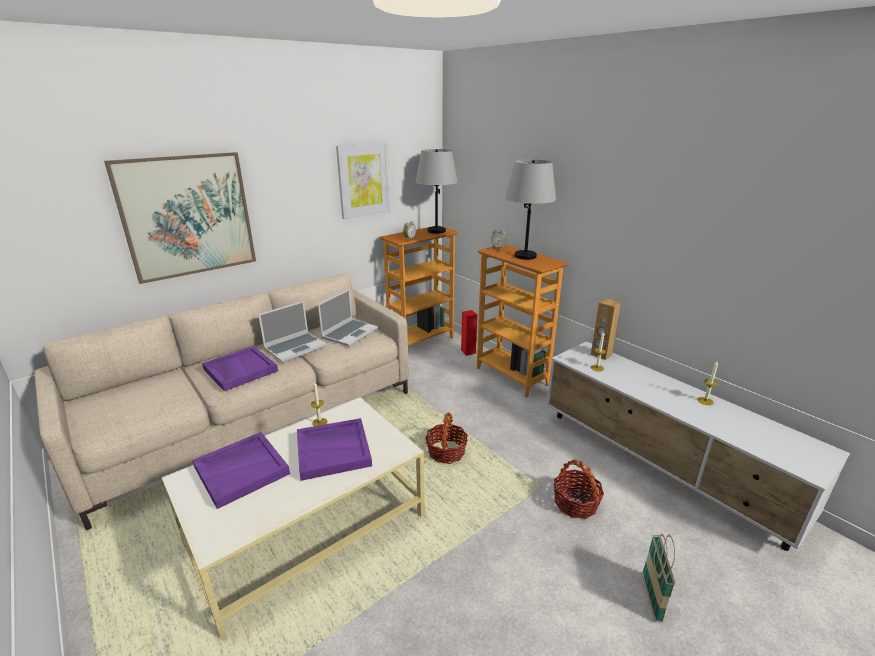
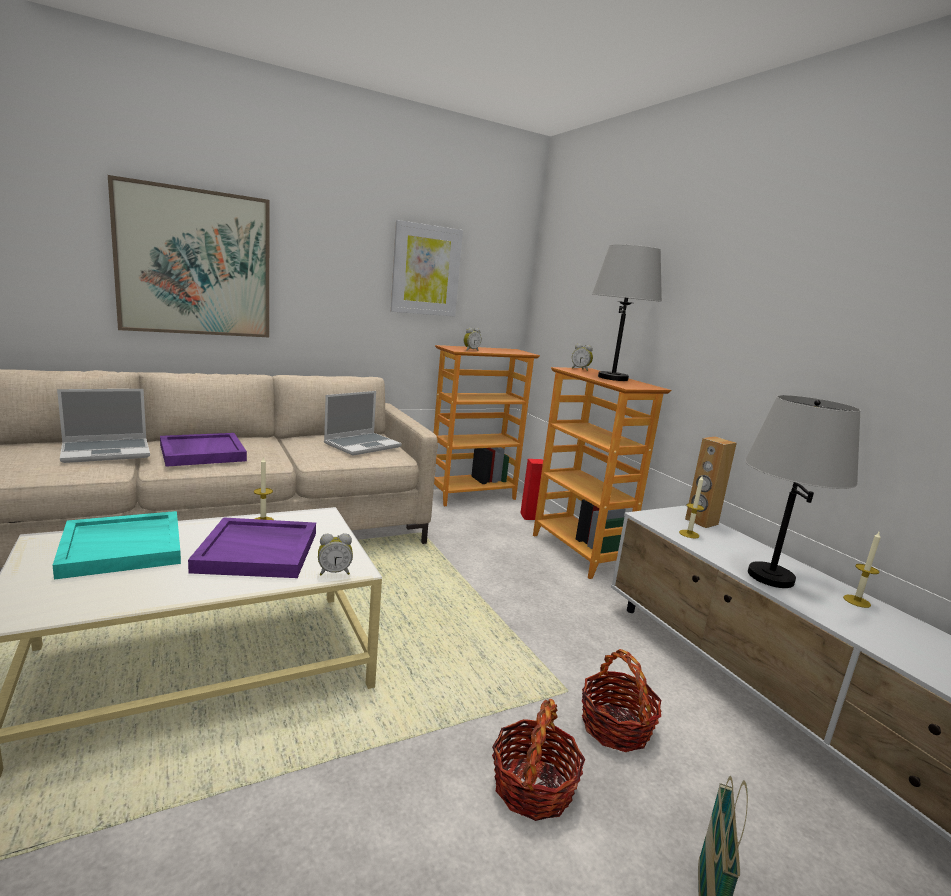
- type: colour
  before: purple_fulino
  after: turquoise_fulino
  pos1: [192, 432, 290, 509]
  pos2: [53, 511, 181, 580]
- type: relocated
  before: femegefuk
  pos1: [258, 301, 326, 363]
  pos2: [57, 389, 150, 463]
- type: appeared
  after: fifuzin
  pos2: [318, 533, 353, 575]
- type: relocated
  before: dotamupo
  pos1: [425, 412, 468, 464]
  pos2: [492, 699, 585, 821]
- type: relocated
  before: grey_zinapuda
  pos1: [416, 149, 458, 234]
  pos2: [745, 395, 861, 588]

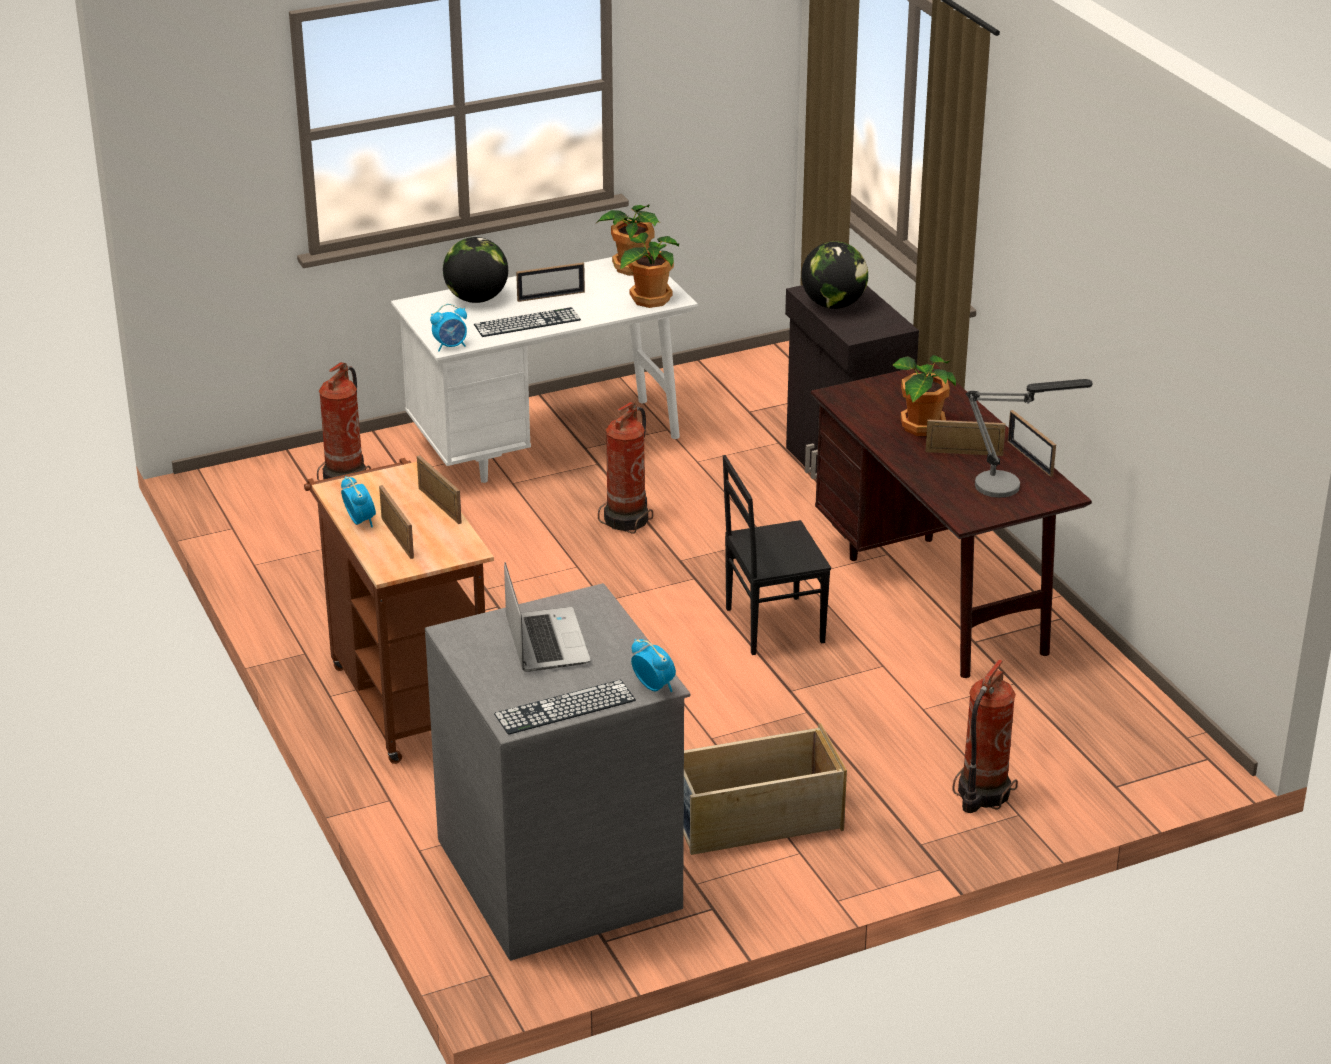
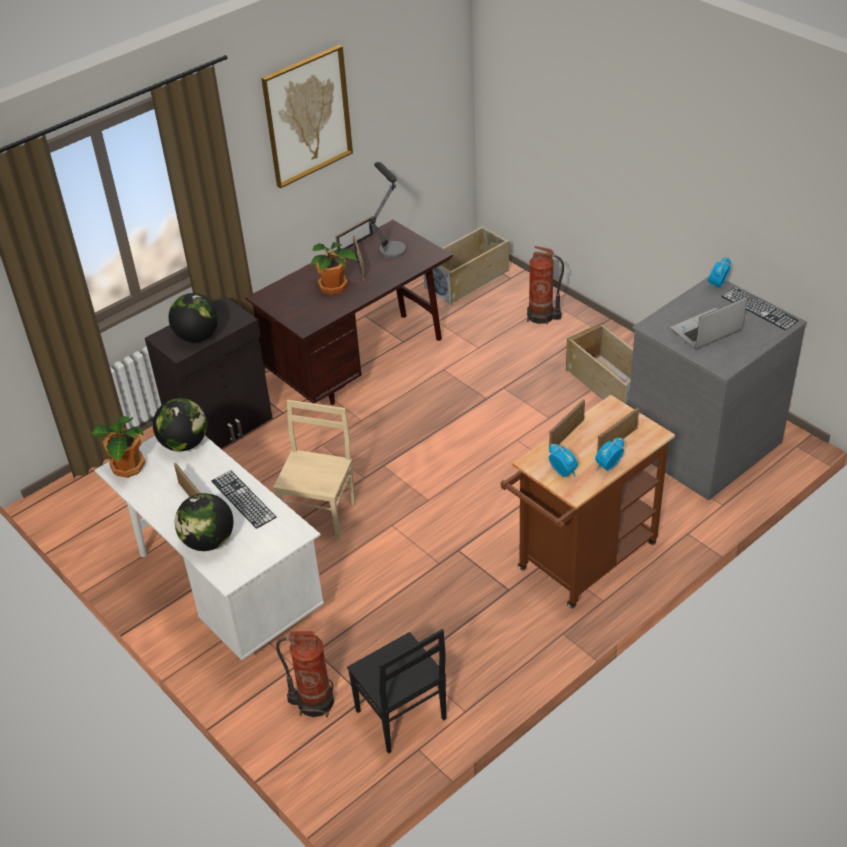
- type: exchanged
  before: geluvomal
  after: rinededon
  pos1: [620, 232, 679, 308]
  pos2: [153, 398, 207, 451]
- type: appeared
  after: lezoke
  pos2: [261, 45, 353, 189]
- type: exchanged
  before: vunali
  after: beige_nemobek
  pos1: [598, 402, 653, 533]
  pos2: [273, 400, 355, 541]
- type: relocated
  before: black_nemobek
  pos1: [723, 455, 831, 655]
  pos2: [347, 629, 446, 754]
- type: appeared
  after: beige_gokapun
  pos2: [424, 226, 509, 305]
- type: relocated
  before: fifuzin
  pos1: [430, 304, 467, 351]
  pos2: [549, 444, 578, 477]

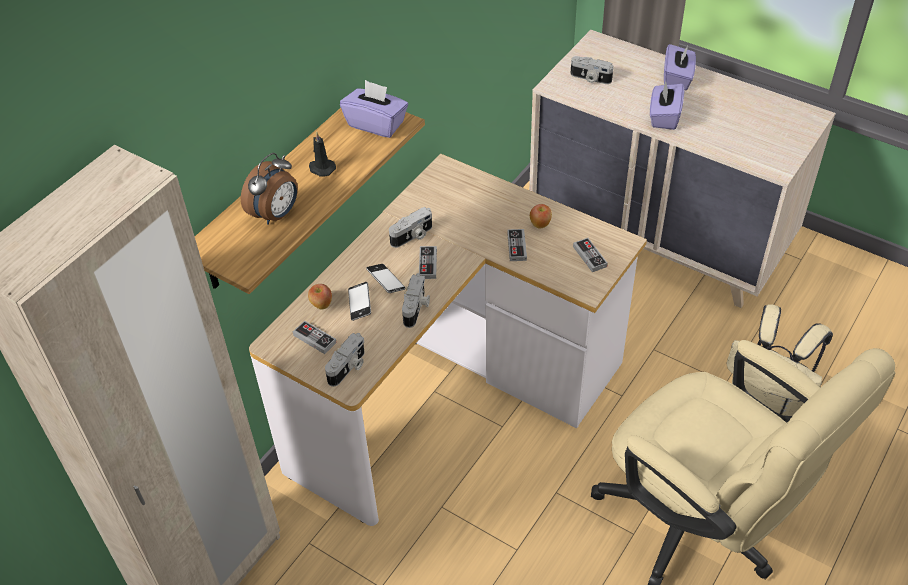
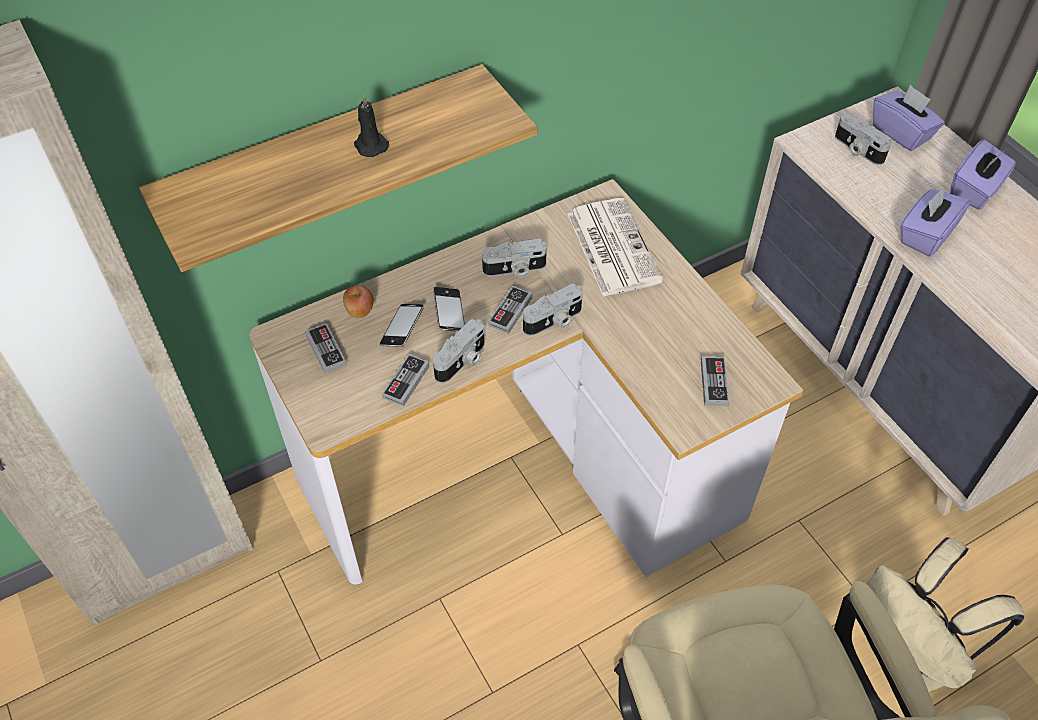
- type: relocated
  before: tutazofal
  pos1: [507, 229, 527, 261]
  pos2: [382, 354, 430, 407]
- type: relocated
  before: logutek
  pos1: [325, 333, 365, 387]
  pos2: [523, 284, 583, 336]
- type: appeared
  after: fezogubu
  pos2: [567, 198, 663, 297]
- type: relocated
  before: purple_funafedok
  pos1: [340, 80, 408, 138]
  pos2: [873, 85, 945, 151]
- type: missing
  before: fifuzin
  pos1: [241, 153, 298, 225]
- type: missing
  before: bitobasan
  pos1: [530, 204, 552, 228]

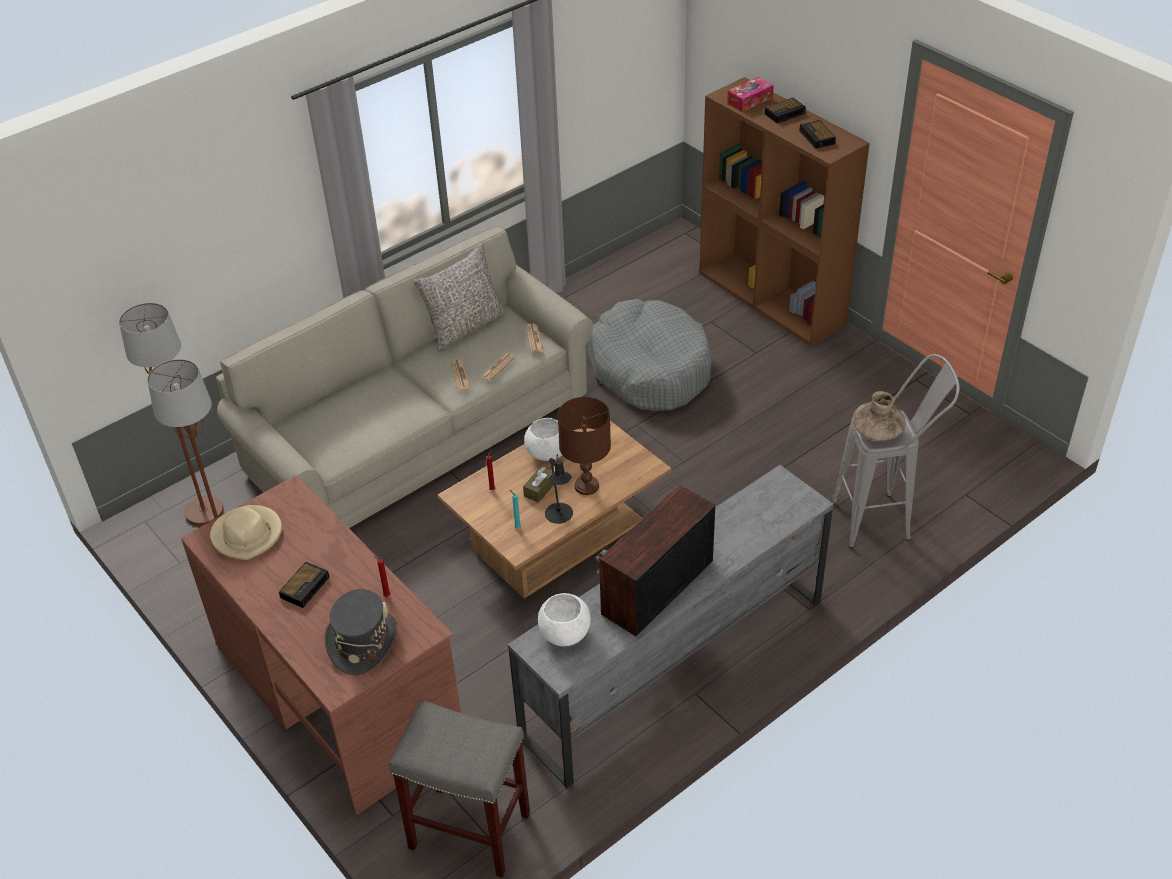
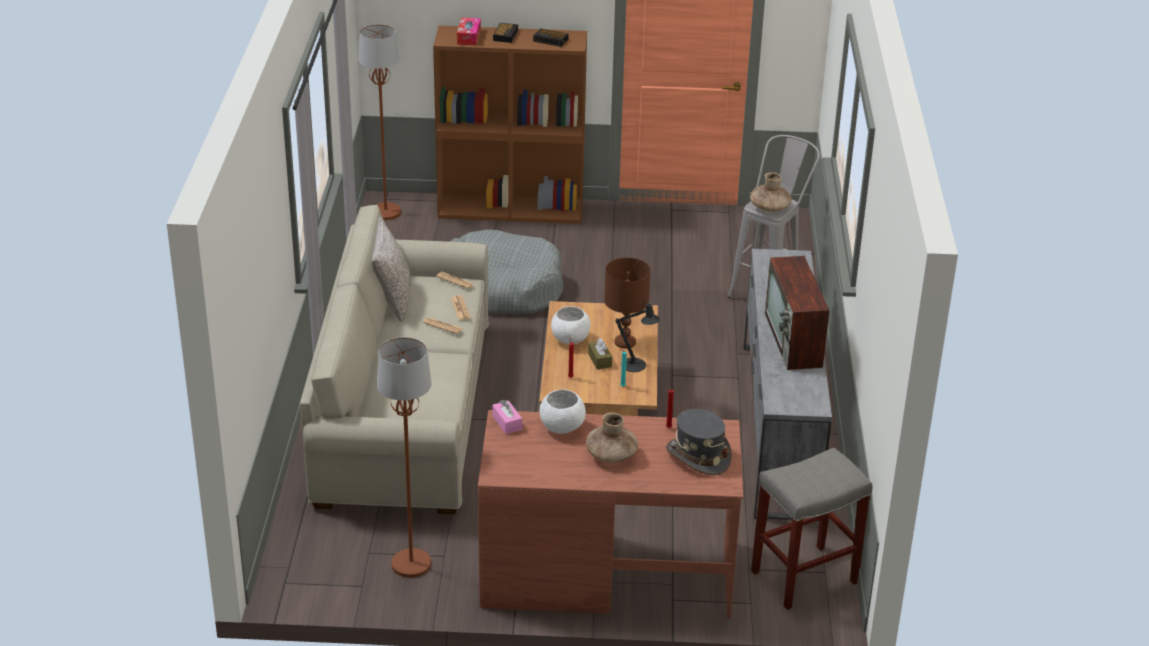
- type: relocated
  before: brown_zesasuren
  pos1: [119, 303, 224, 526]
  pos2: [359, 24, 401, 220]
- type: appeared
  after: pink_funafedok
  pos2: [493, 400, 522, 434]
- type: relocated
  before: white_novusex
  pos1: [538, 593, 591, 646]
  pos2: [539, 389, 586, 434]
- type: exchanged
  before: fifuzin
  after: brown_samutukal
  pos1: [279, 562, 329, 608]
  pos2: [586, 412, 638, 463]
- type: missing
  before: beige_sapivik
  pos1: [210, 505, 282, 560]

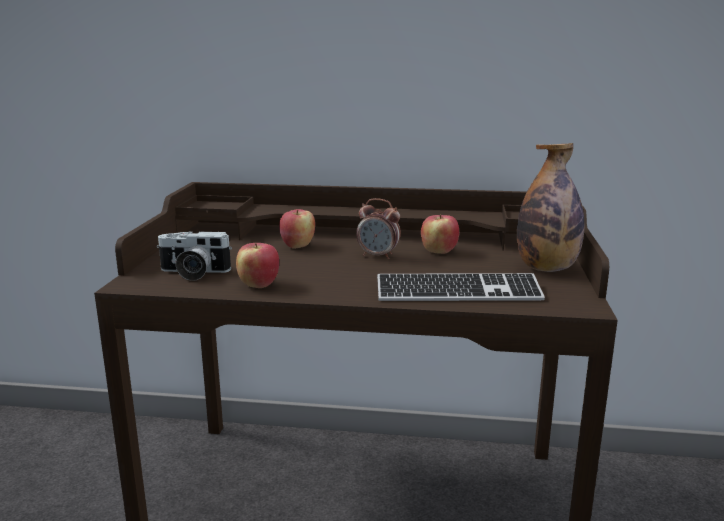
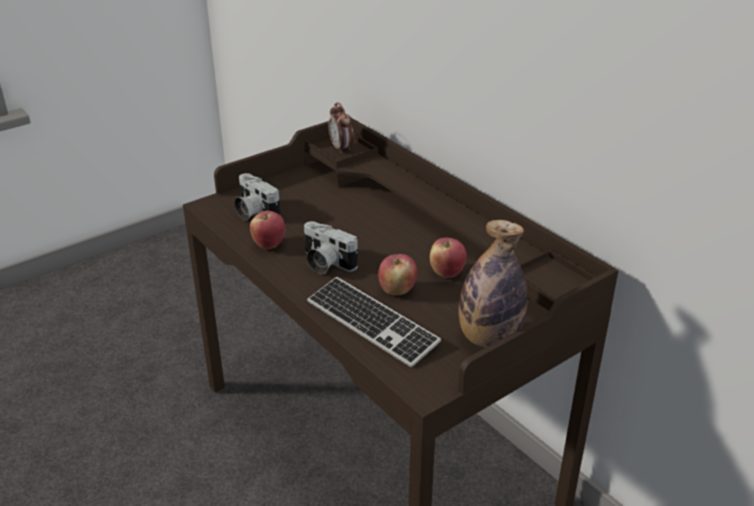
- type: appeared
  after: logutek
  pos2: [304, 221, 358, 274]
- type: relocated
  before: fifuzin
  pos1: [356, 198, 401, 260]
  pos2: [328, 102, 354, 154]
- type: relocated
  before: bitobasan
  pos1: [279, 209, 315, 249]
  pos2: [378, 254, 417, 295]

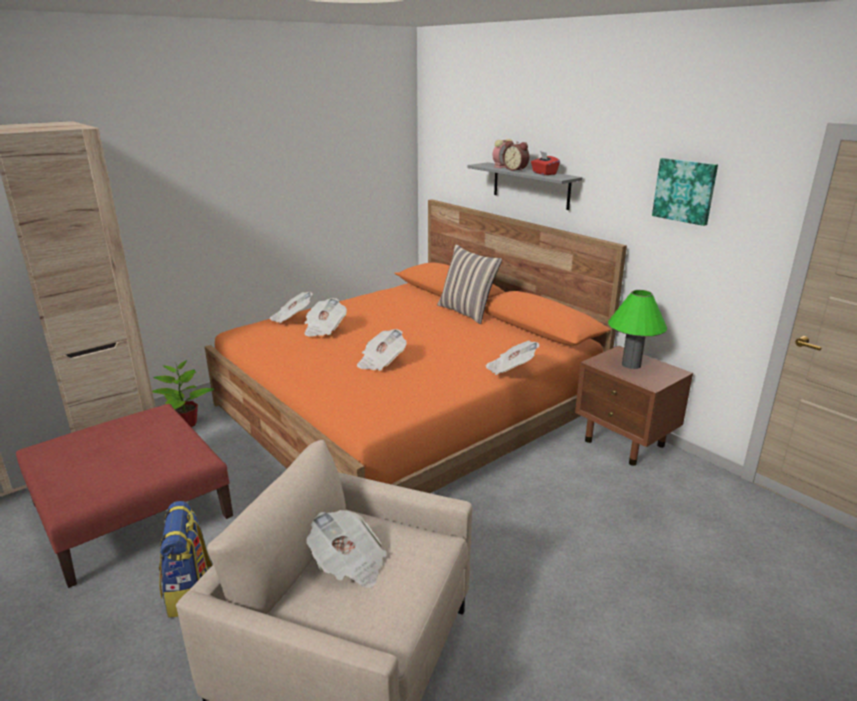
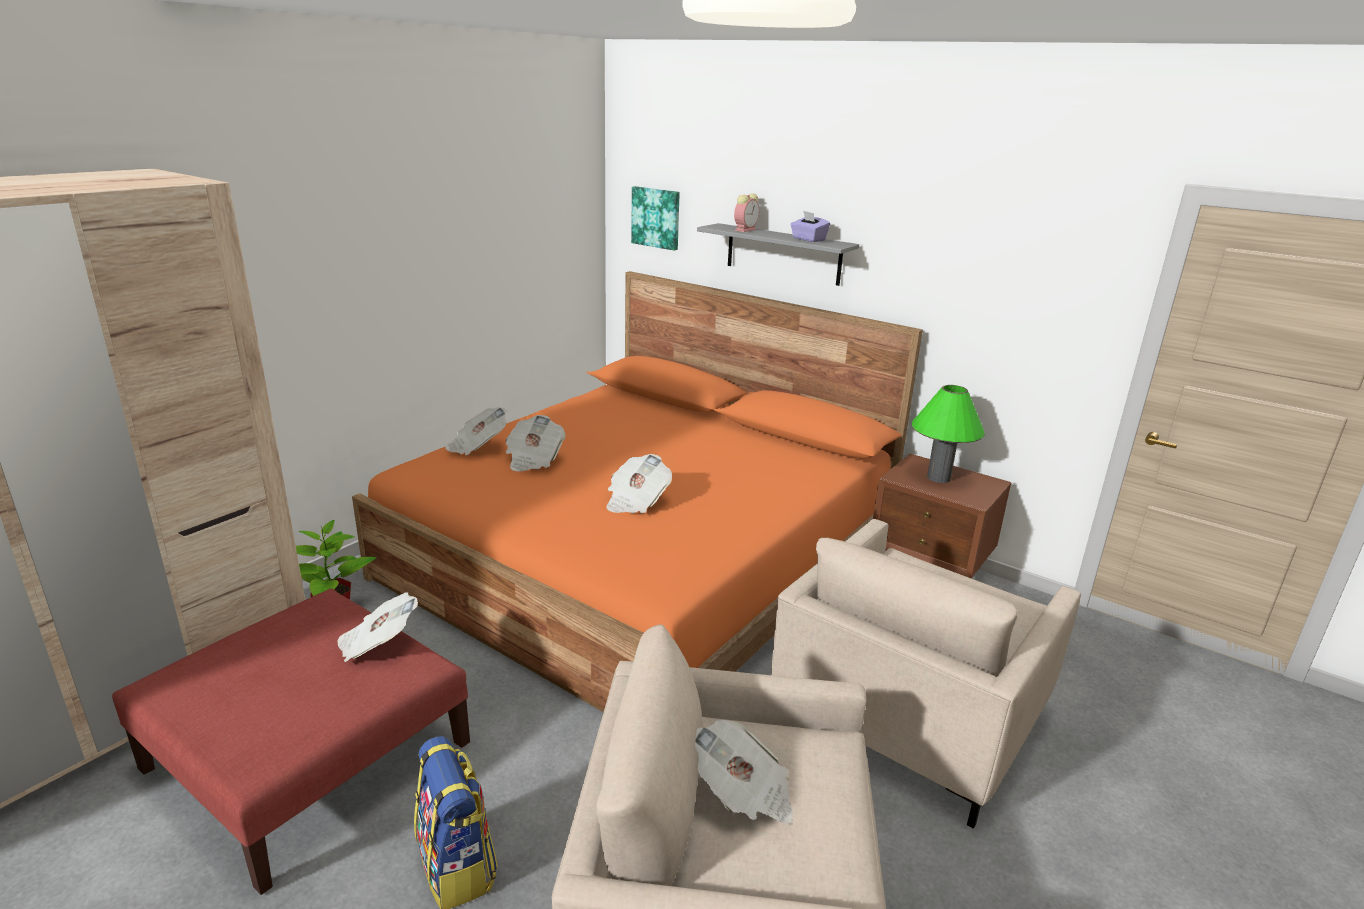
- type: relocated
  before: fezogubu
  pos1: [486, 341, 540, 375]
  pos2: [337, 592, 418, 662]
- type: relocated
  before: lezoke
  pos1: [652, 158, 718, 226]
  pos2: [631, 186, 680, 250]
- type: appeared
  after: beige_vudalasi
  pos2: [771, 519, 1081, 829]
- type: colour
  before: red_funafedok
  after: purple_funafedok
  pos1: [531, 151, 560, 175]
  pos2: [790, 211, 830, 242]
- type: missing
  before: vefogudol
  pos1: [437, 244, 502, 324]
- type: missing
  before: fifuzin
  pos1: [503, 141, 529, 171]

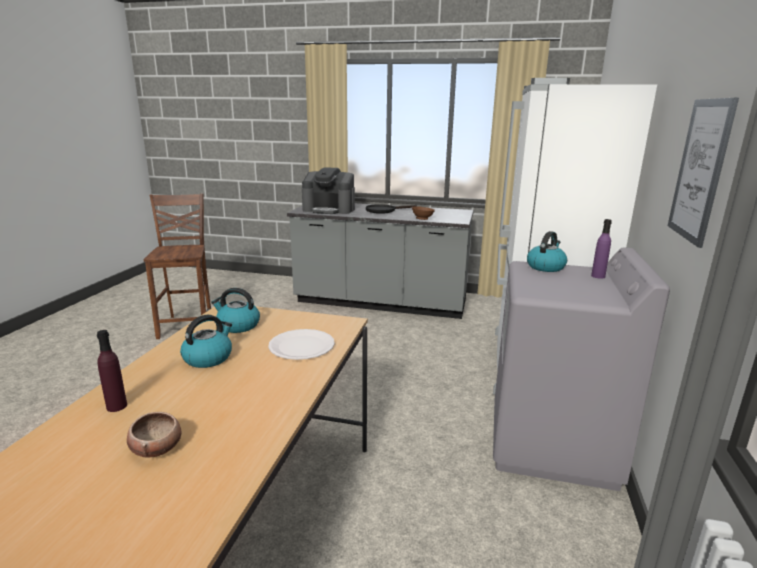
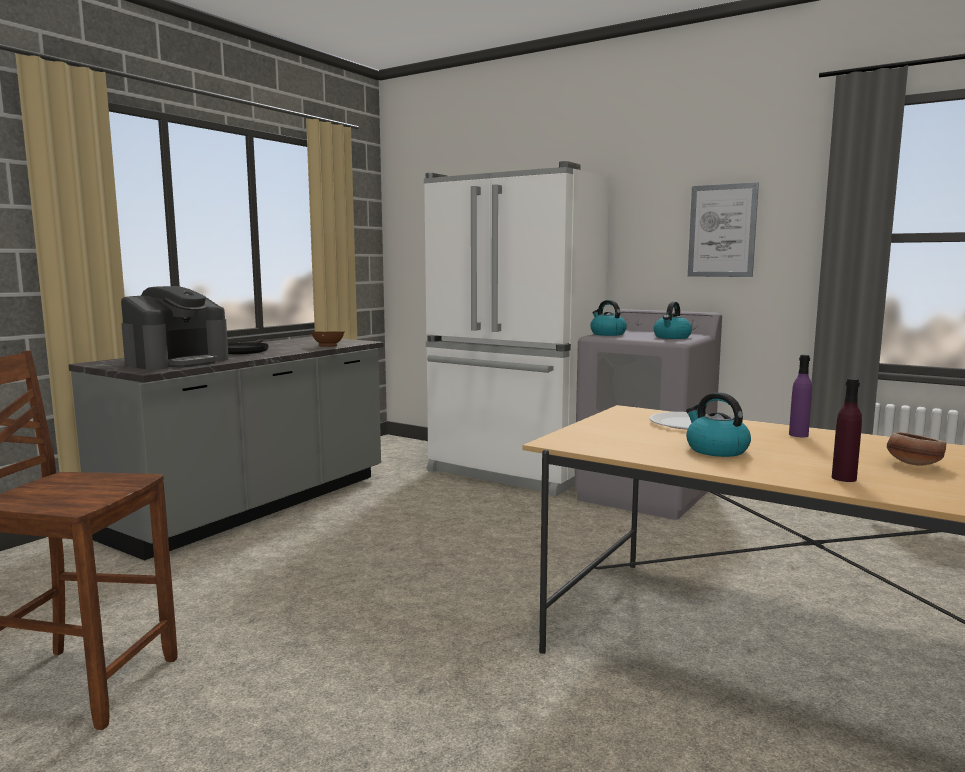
- type: relocated
  before: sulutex
  pos1: [211, 288, 260, 333]
  pos2: [653, 302, 692, 339]
- type: relocated
  before: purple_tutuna
  pos1: [591, 219, 612, 279]
  pos2: [789, 355, 812, 437]

